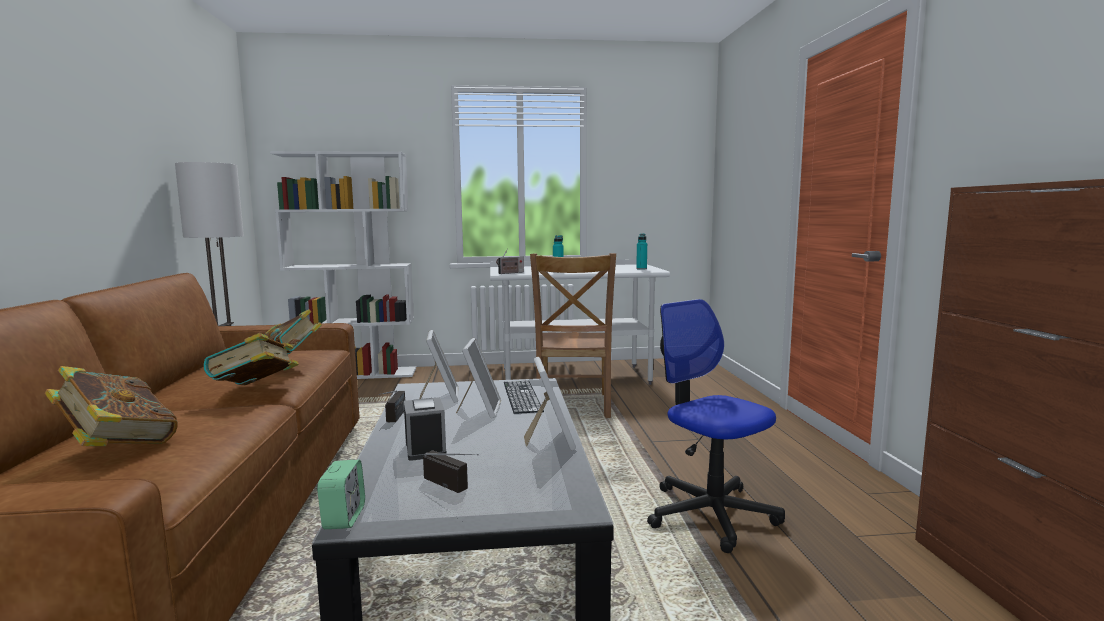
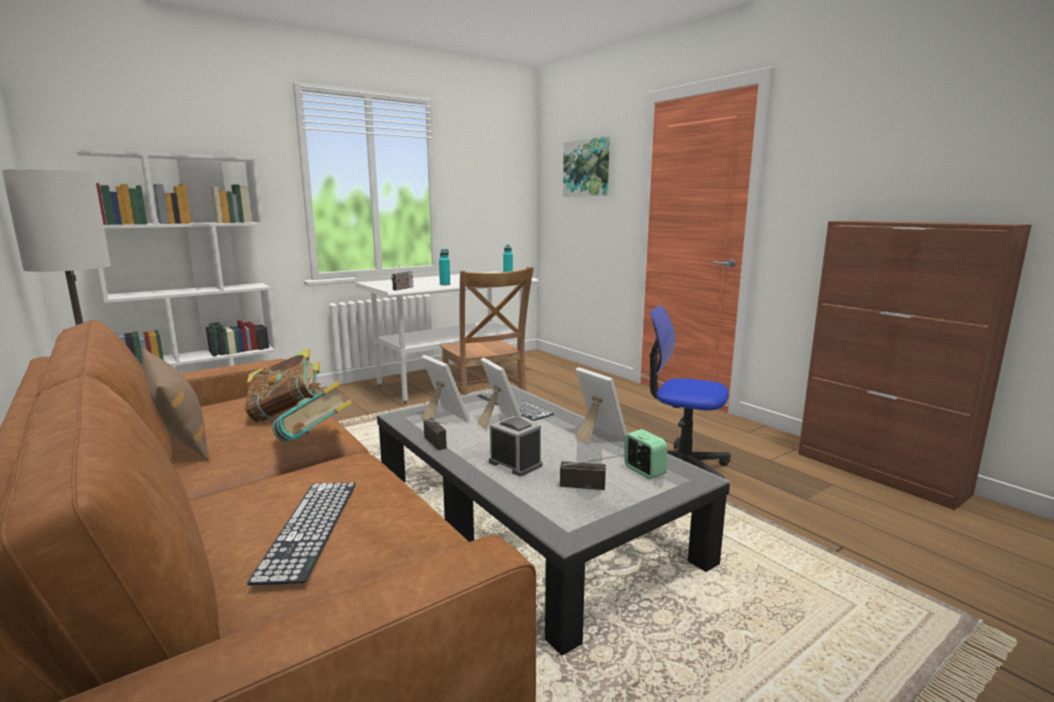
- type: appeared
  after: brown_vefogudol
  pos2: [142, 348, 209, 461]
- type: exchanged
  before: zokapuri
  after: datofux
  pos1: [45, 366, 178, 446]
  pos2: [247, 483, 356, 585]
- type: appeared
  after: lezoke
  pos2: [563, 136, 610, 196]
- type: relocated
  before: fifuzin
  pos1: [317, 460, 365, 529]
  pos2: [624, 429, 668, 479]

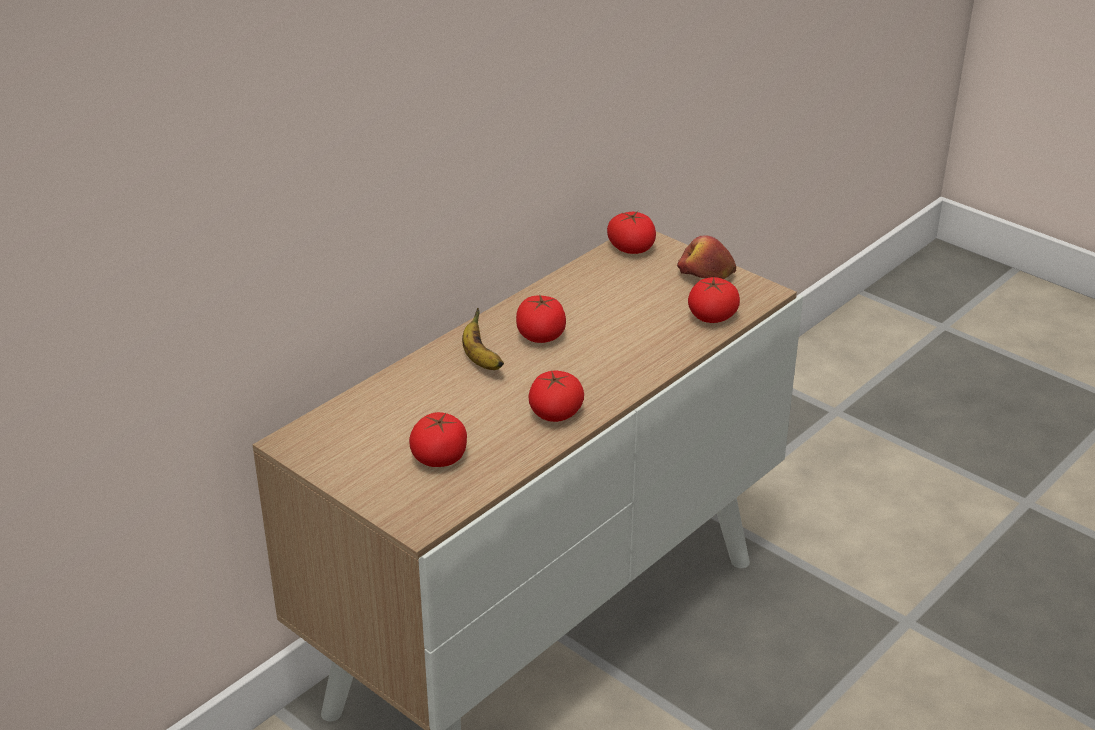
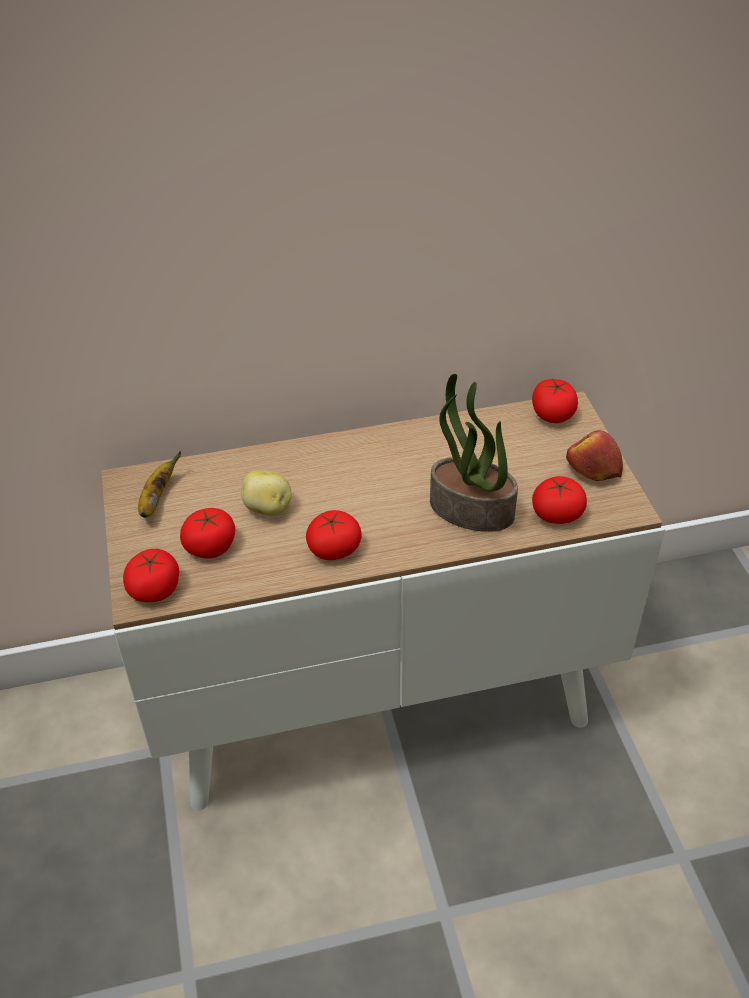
- type: relocated
  before: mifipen
  pos1: [516, 295, 566, 343]
  pos2: [123, 549, 179, 602]
- type: relocated
  before: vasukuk
  pos1: [462, 308, 504, 370]
  pos2: [138, 451, 181, 518]
- type: appeared
  after: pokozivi
  pos2: [241, 470, 292, 516]
- type: appeared
  after: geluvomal
  pos2: [430, 374, 518, 532]

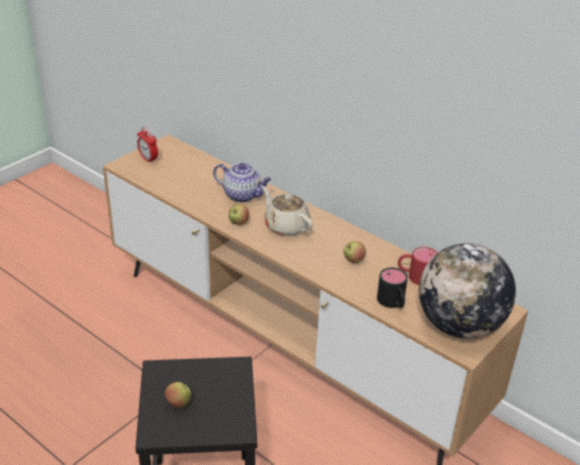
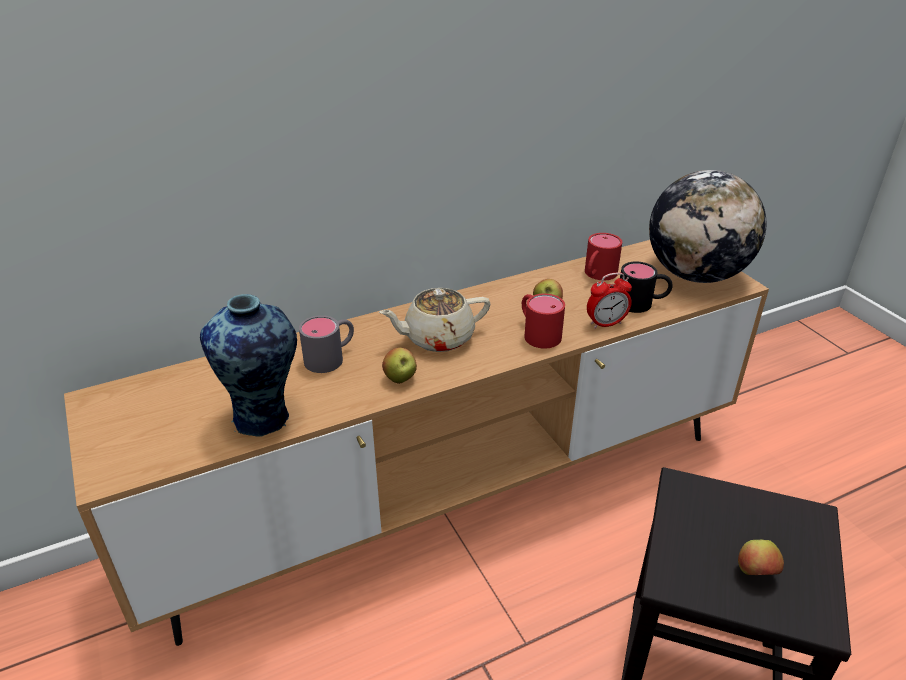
- type: appeared
  after: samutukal
  pos2: [200, 294, 297, 437]
- type: exchanged
  before: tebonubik
  after: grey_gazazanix
  pos1: [213, 163, 272, 202]
  pos2: [299, 315, 354, 373]
- type: appeared
  after: red_gazazanix
  pos2: [522, 294, 565, 349]
- type: relocated
  before: fifuzin
  pos1: [137, 127, 158, 164]
  pos2: [587, 272, 632, 329]

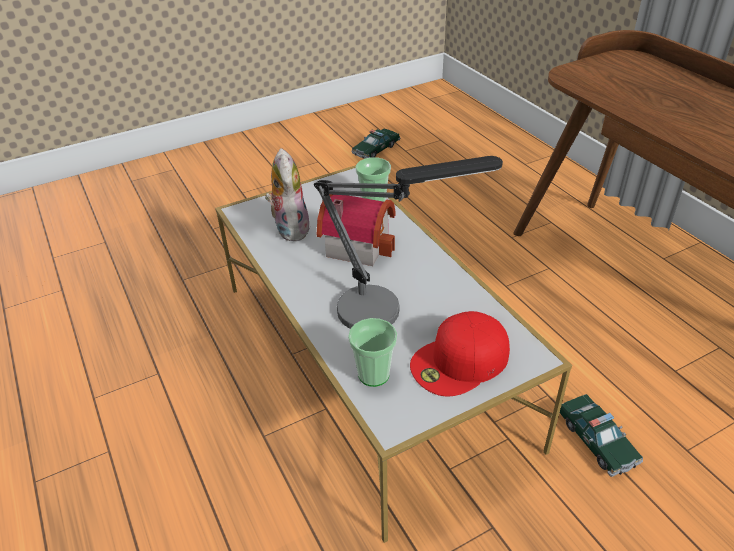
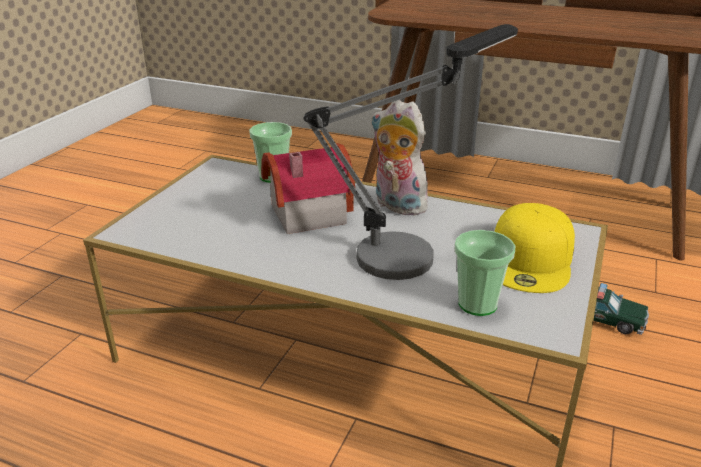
- type: relocated
  before: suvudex
  pos1: [265, 148, 310, 241]
  pos2: [371, 100, 430, 215]
- type: colour
  before: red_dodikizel
  after: yellow_dodikizel
  pos1: [410, 311, 510, 397]
  pos2: [494, 203, 575, 293]
- type: missing
  before: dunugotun
  pos1: [352, 129, 401, 158]

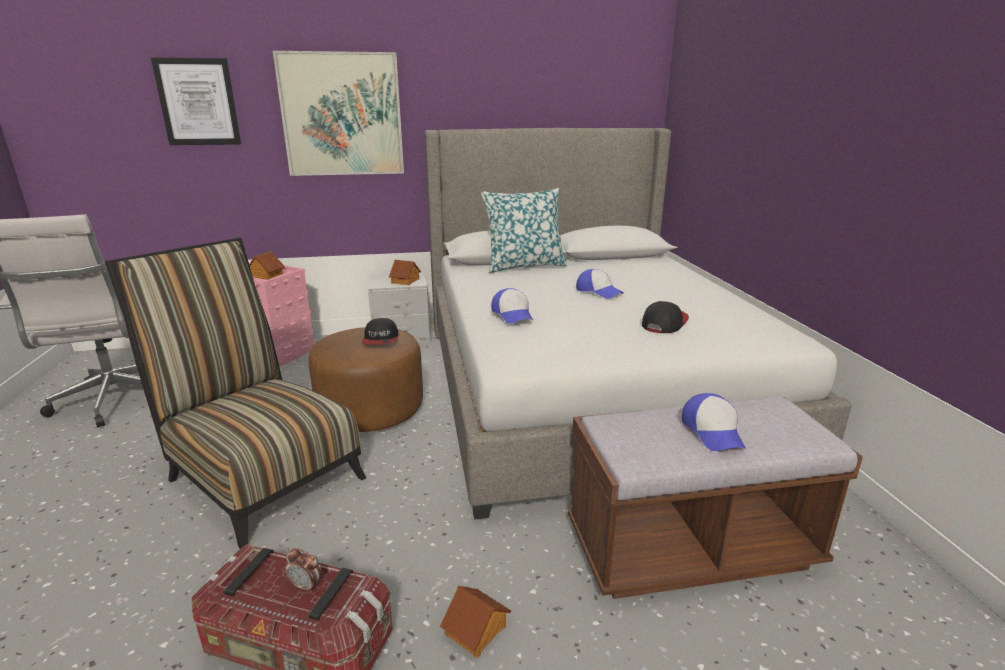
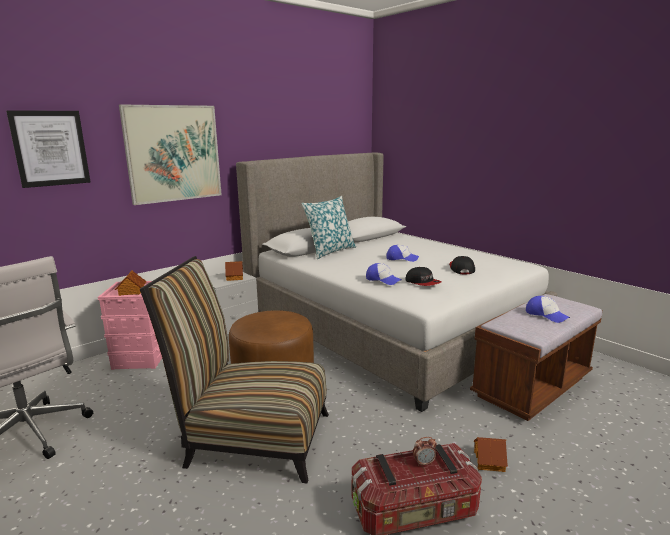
- type: relocated
  before: dodikizel
  pos1: [362, 318, 398, 345]
  pos2: [405, 267, 442, 286]

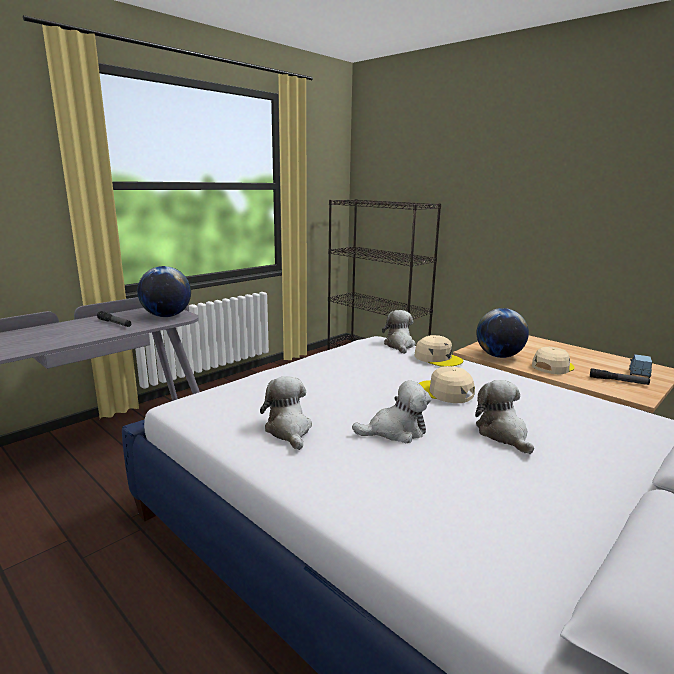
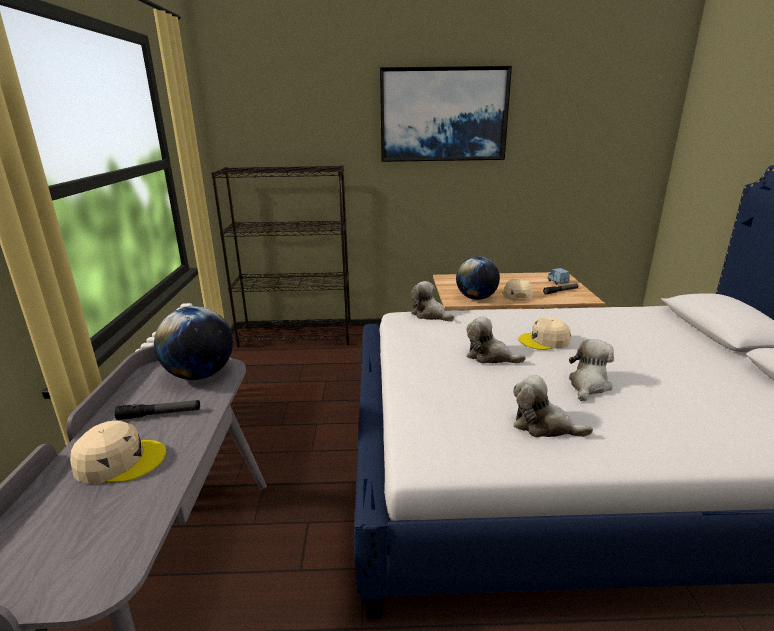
- type: relocated
  before: beige_dodikizel
  pos1: [414, 335, 463, 367]
  pos2: [70, 421, 166, 484]
- type: appeared
  after: lezoke
  pos2: [380, 66, 512, 162]
- type: relocated
  before: suvudex
  pos1: [475, 380, 534, 454]
  pos2: [467, 317, 526, 363]

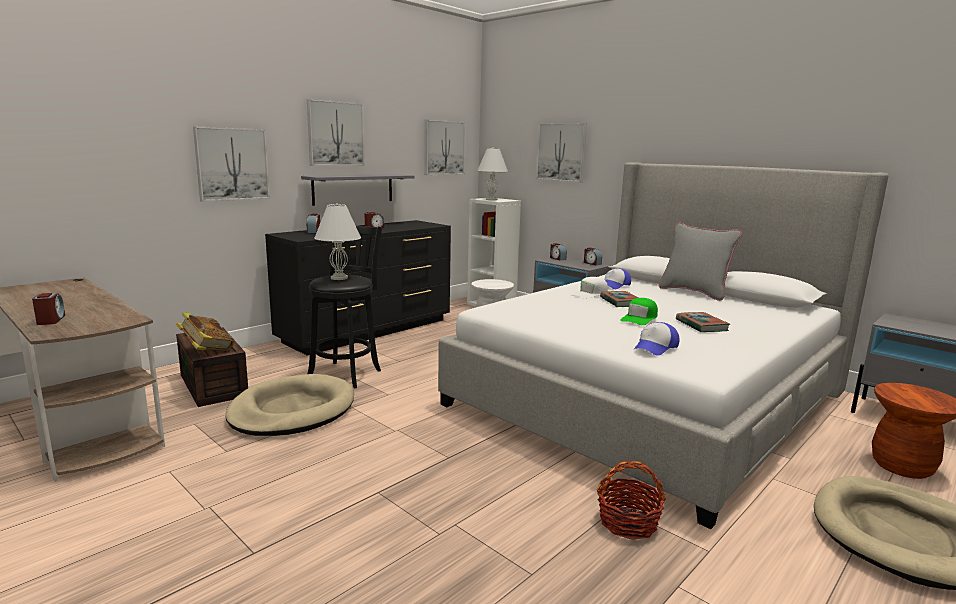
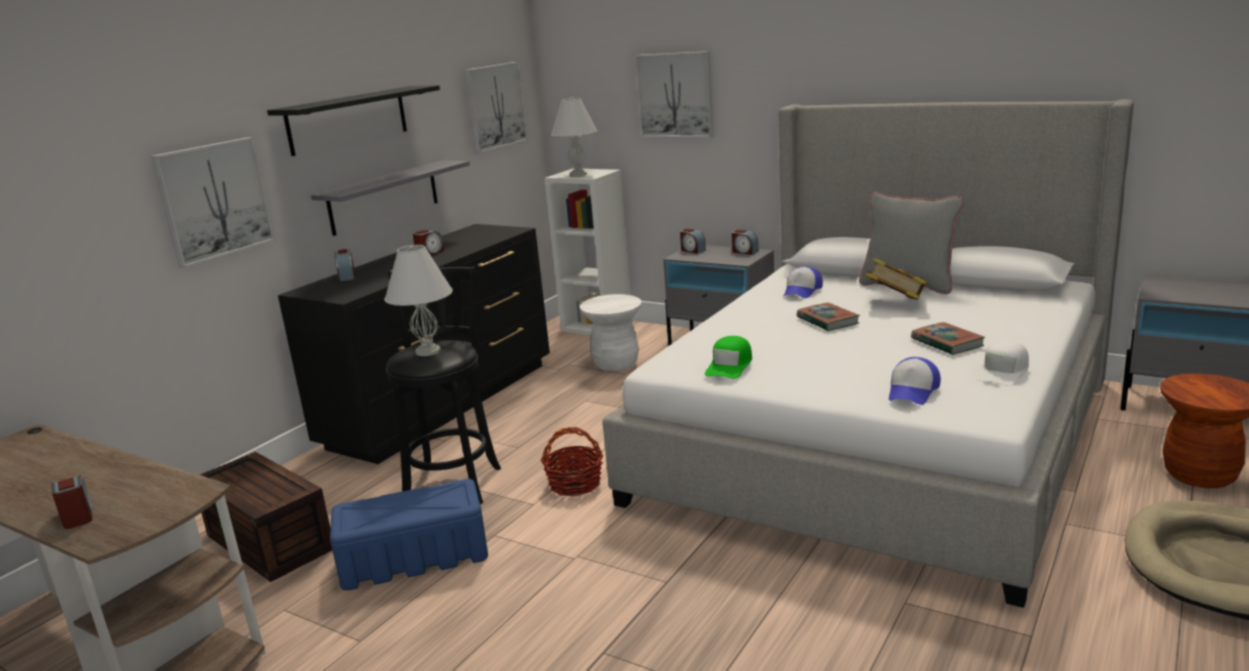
- type: exchanged
  before: lezoke
  after: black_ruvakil
  pos1: [307, 99, 365, 166]
  pos2: [267, 85, 440, 156]
- type: exchanged
  before: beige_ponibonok
  after: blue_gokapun
  pos1: [225, 374, 354, 436]
  pos2: [330, 479, 488, 591]
- type: relocated
  before: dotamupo
  pos1: [596, 461, 666, 540]
  pos2: [541, 427, 603, 496]
- type: relocated
  before: green_dodikizel
  pos1: [620, 298, 658, 325]
  pos2: [705, 336, 752, 378]
- type: relocated
  before: zokapuri
  pos1: [176, 312, 234, 351]
  pos2: [866, 258, 927, 300]
- type: relocated
  before: white_dodikizel
  pos1: [571, 277, 608, 299]
  pos2: [974, 340, 1029, 386]

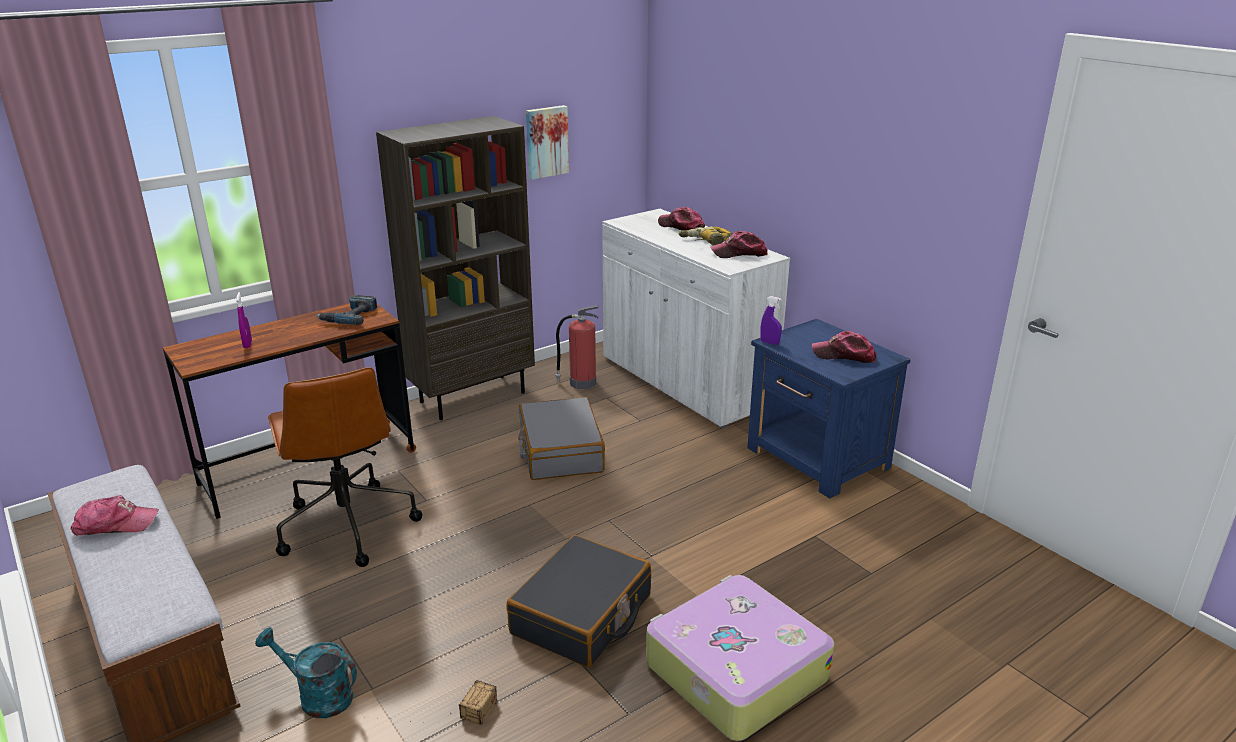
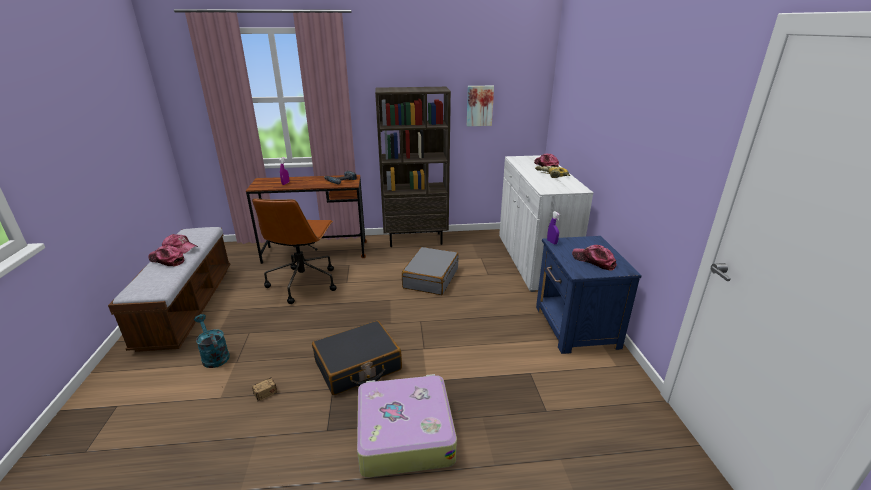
- type: relocated
  before: dodikizel
  pos1: [710, 231, 768, 258]
  pos2: [148, 245, 184, 266]
- type: missing
  before: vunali
  pos1: [555, 305, 599, 389]

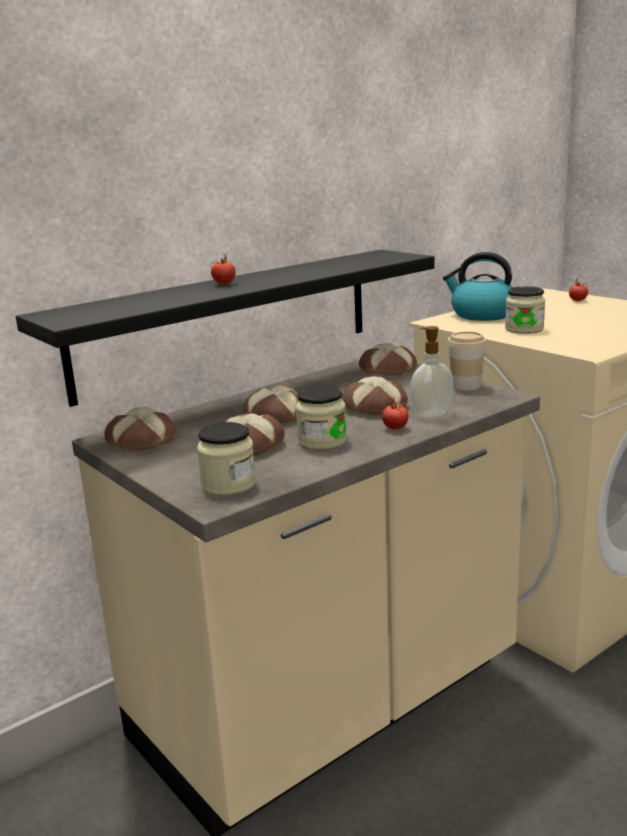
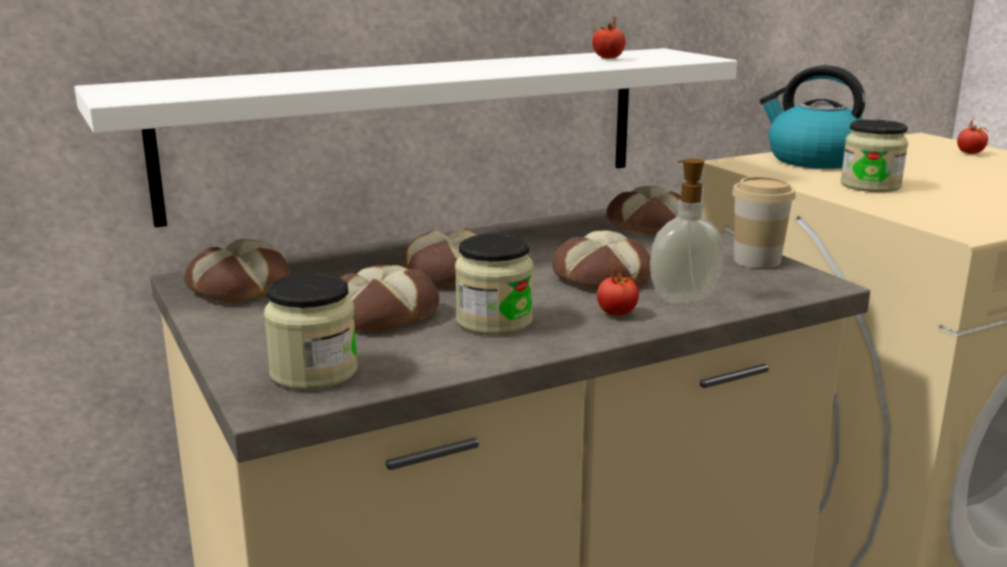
- type: colour
  before: black_ruvakil
  after: white_ruvakil
  pos1: [16, 250, 435, 407]
  pos2: [74, 48, 737, 228]
- type: relocated
  before: mifipen
  pos1: [210, 253, 236, 284]
  pos2: [592, 16, 626, 59]

